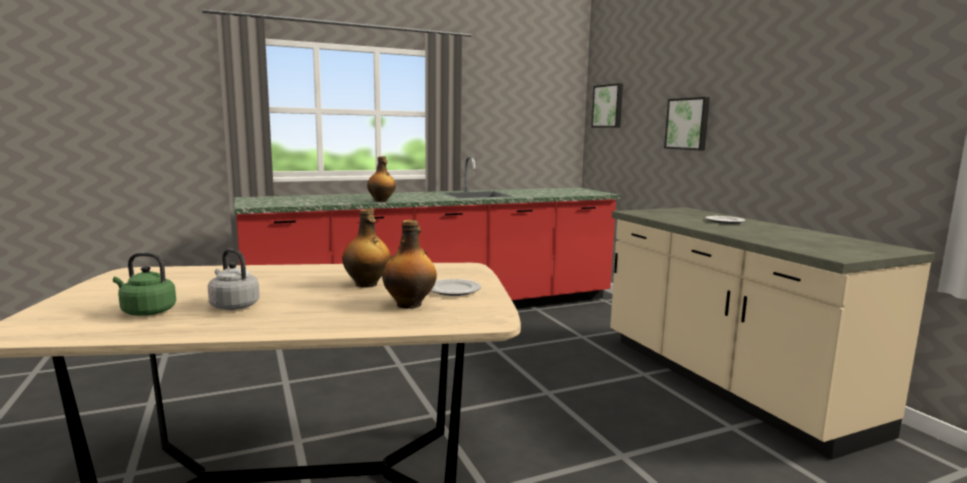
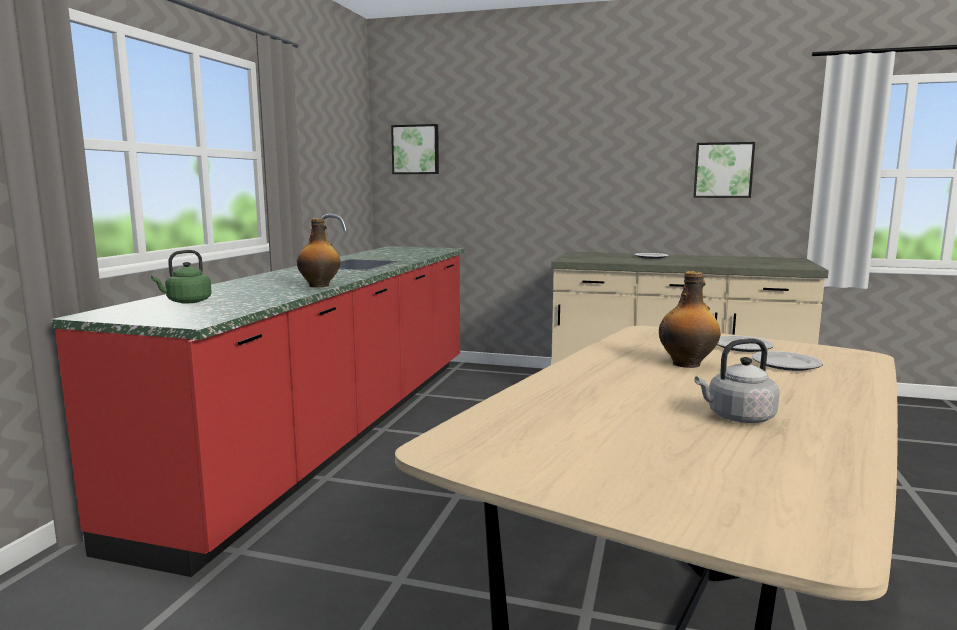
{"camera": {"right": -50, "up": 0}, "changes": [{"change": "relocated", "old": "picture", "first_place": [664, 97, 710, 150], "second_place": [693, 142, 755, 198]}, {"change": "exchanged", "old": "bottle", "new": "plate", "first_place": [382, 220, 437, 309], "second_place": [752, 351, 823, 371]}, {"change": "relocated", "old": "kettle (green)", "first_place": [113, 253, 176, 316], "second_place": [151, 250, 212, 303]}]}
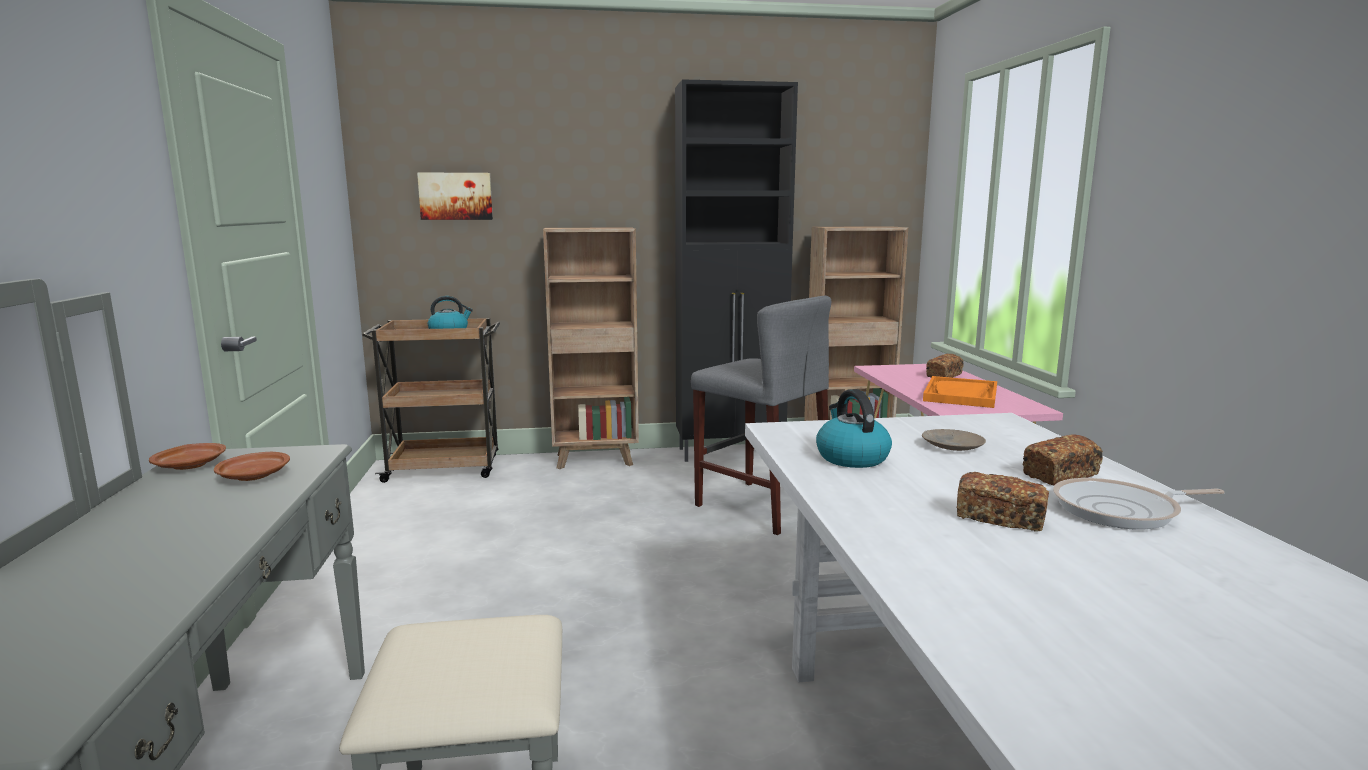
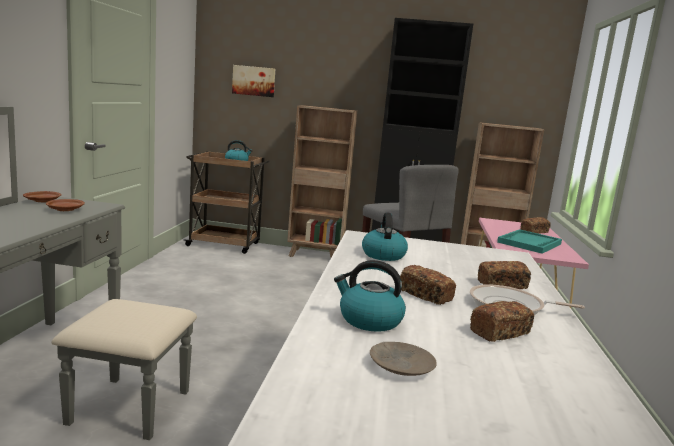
{"camera": {"right": 15, "up": 0}, "changes": [{"change": "colour", "old": "tray (orange)", "new": "tray (turquoise)", "first_place": [923, 376, 997, 408], "second_place": [497, 229, 562, 254]}, {"change": "relocated", "old": "plate (beige)", "first_place": [922, 429, 986, 451], "second_place": [370, 342, 437, 376]}, {"change": "appeared", "new": "kettle", "second_place": [334, 260, 406, 332]}, {"change": "appeared", "new": "bread", "second_place": [470, 301, 534, 342]}]}
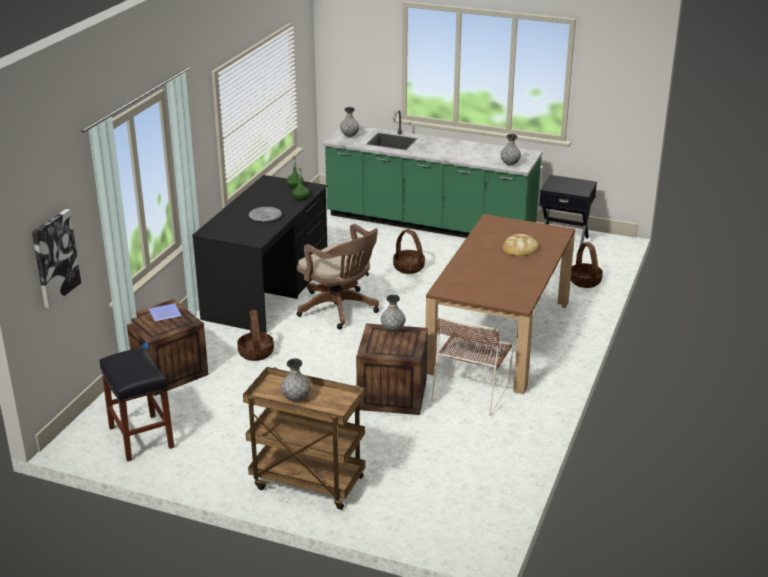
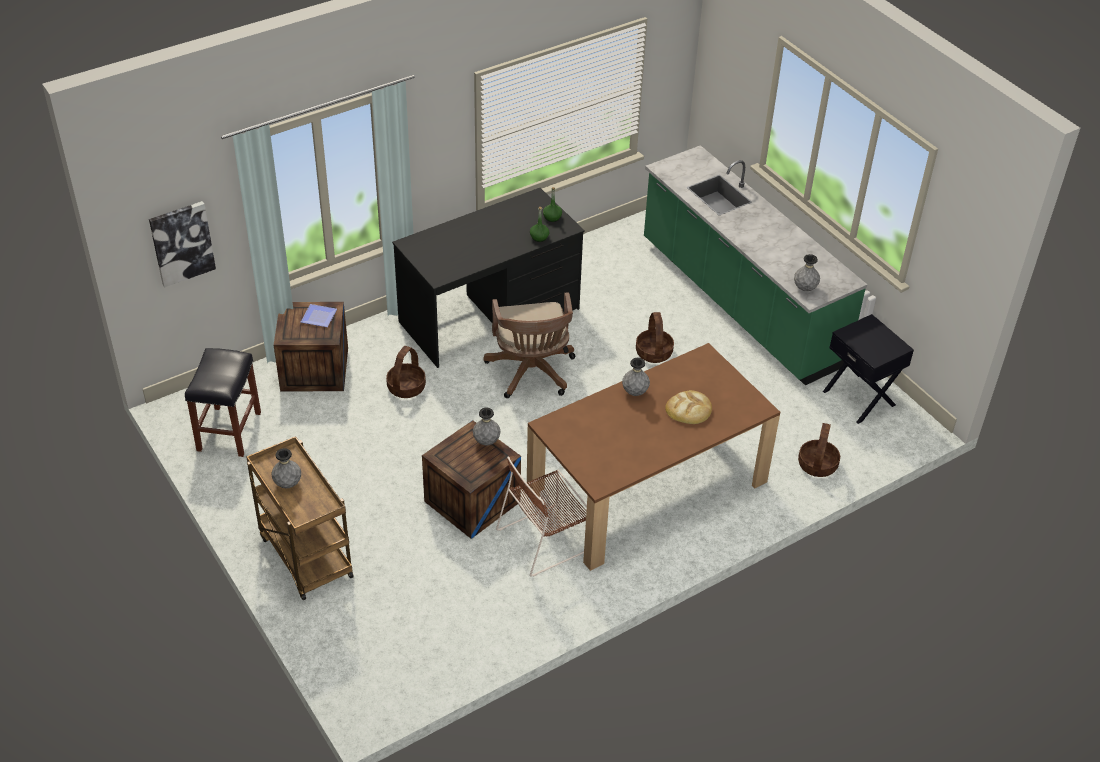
{"camera": {"right": 35, "up": 15}, "changes": [{"change": "relocated", "old": "vase (grey)", "first_place": [340, 107, 360, 137], "second_place": [622, 358, 650, 396]}, {"change": "missing", "old": "plate (grey)", "first_place": [249, 207, 282, 221]}]}
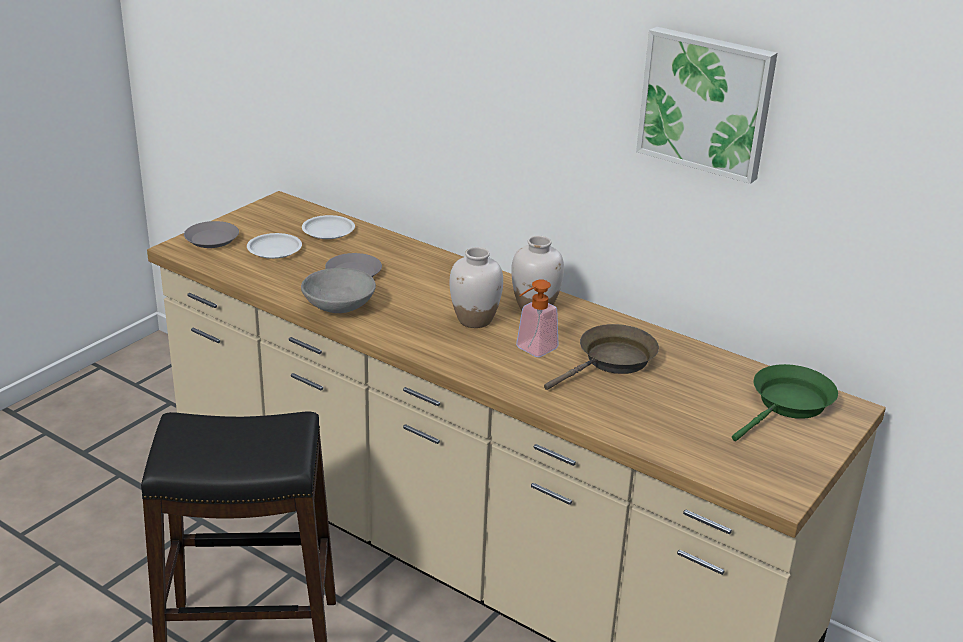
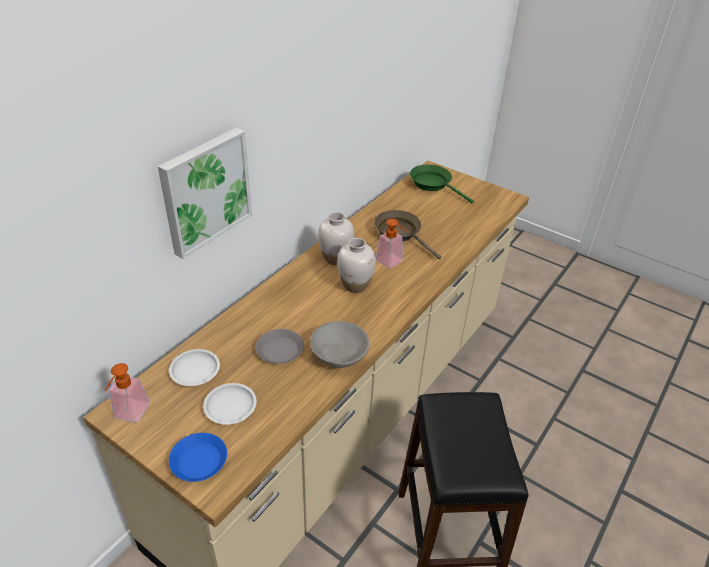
{"camera": {"right": -90, "up": 10}, "changes": [{"change": "relocated", "old": "picture", "first_place": [636, 27, 777, 184], "second_place": [158, 128, 252, 259]}, {"change": "colour", "old": "plate (grey)", "new": "plate (blue)", "first_place": [184, 221, 239, 248], "second_place": [169, 433, 227, 482]}, {"change": "appeared", "new": "soap dispenser", "second_place": [105, 363, 149, 422]}]}
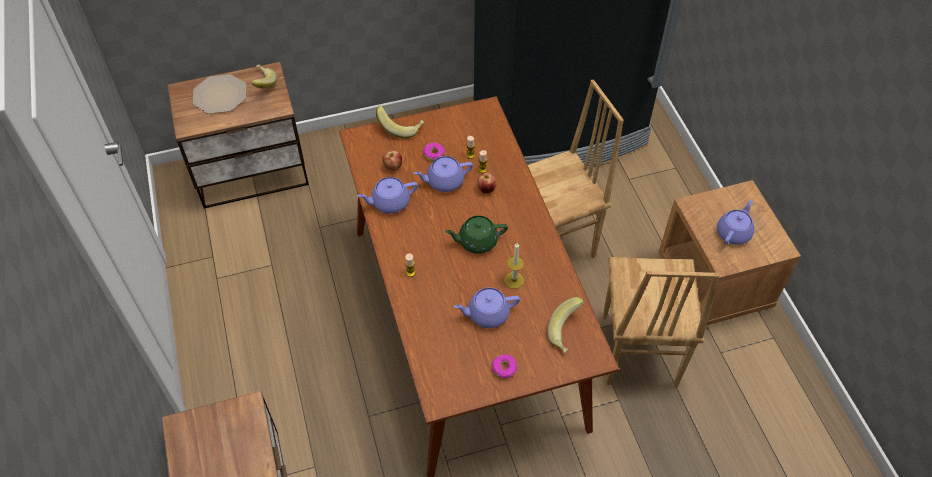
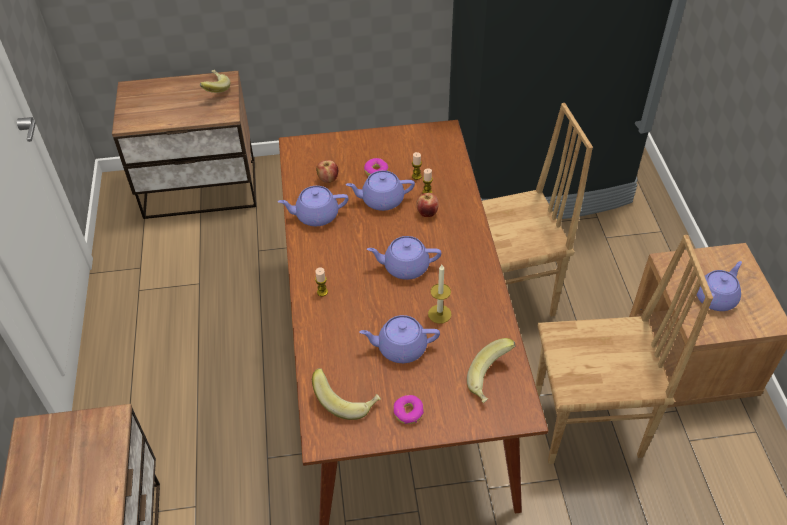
{"camera": {"right": 10, "up": -5}, "changes": [{"change": "missing", "old": "plate", "first_place": [193, 74, 246, 114]}, {"change": "relocated", "old": "banana", "first_place": [376, 106, 424, 139], "second_place": [312, 368, 381, 420]}, {"change": "colour", "old": "teapot (green)", "new": "teapot (purple)", "first_place": [445, 215, 508, 254], "second_place": [367, 236, 441, 280]}, {"change": "spun", "old": "chair (brown)", "first_place": [602, 257, 720, 387], "second_place": [535, 235, 713, 464], "degrees": -105}]}
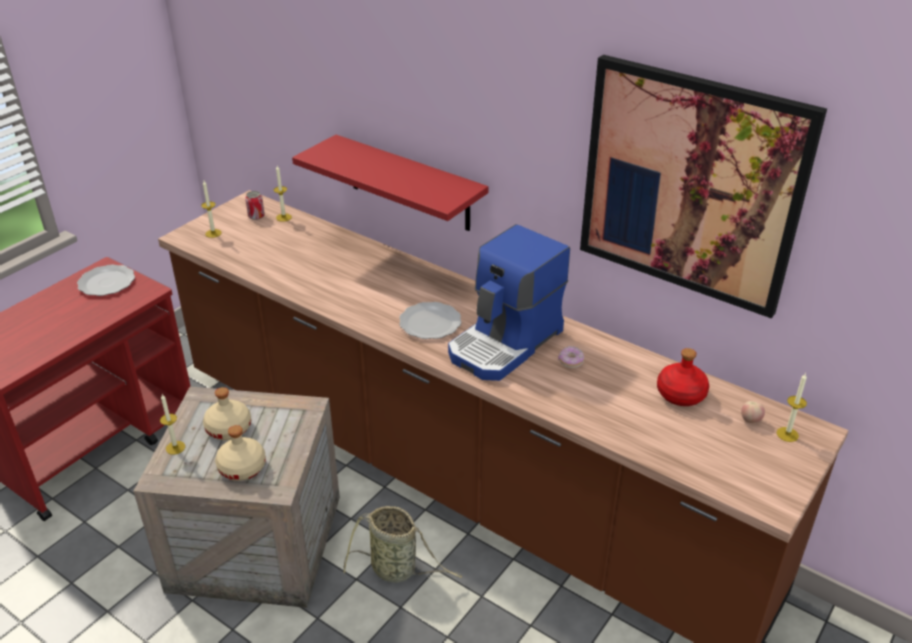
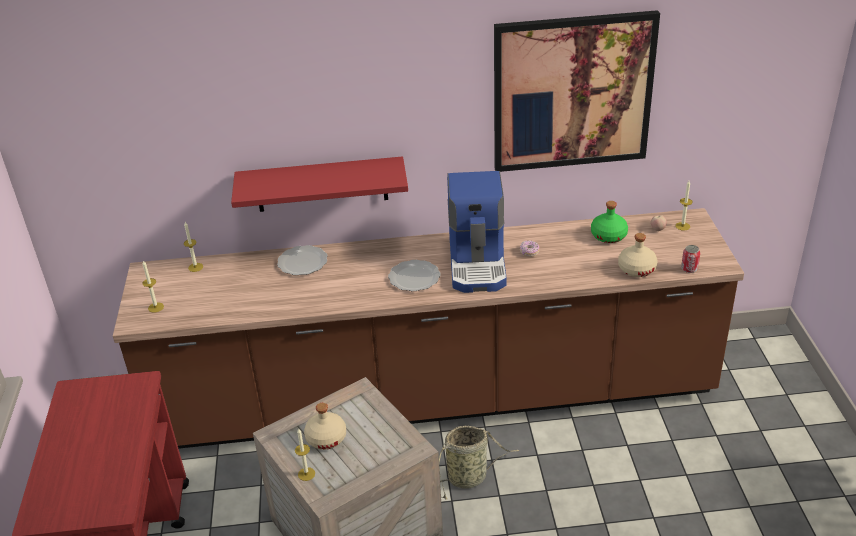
{"camera": {"right": -40, "up": 0}, "changes": [{"change": "relocated", "old": "can", "first_place": [245, 191, 265, 220], "second_place": [681, 245, 700, 273]}, {"change": "relocated", "old": "plate", "first_place": [77, 264, 135, 296], "second_place": [277, 245, 328, 275]}, {"change": "colour", "old": "bottle (red)", "new": "bottle (green)", "first_place": [657, 348, 709, 406], "second_place": [591, 201, 628, 243]}, {"change": "relocated", "old": "bottle (beige)", "first_place": [215, 425, 266, 481], "second_place": [618, 233, 658, 277]}]}
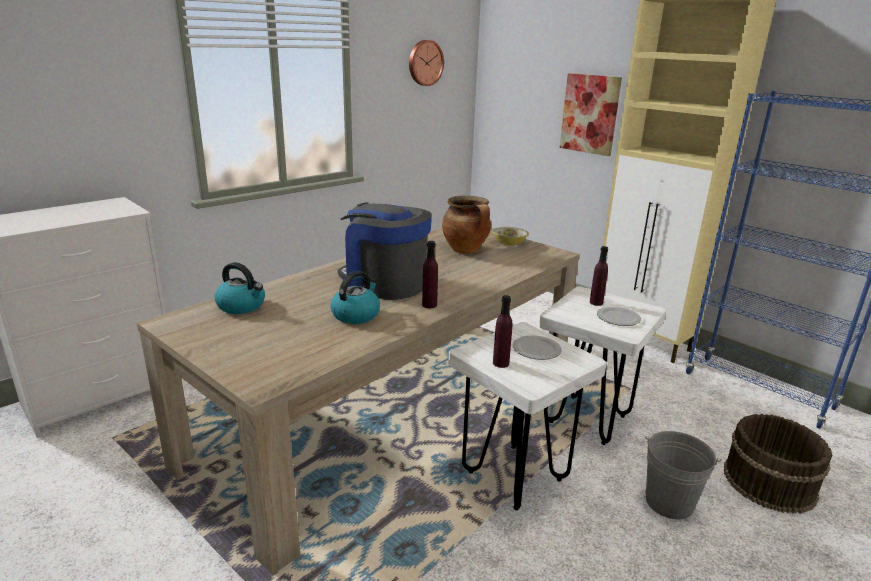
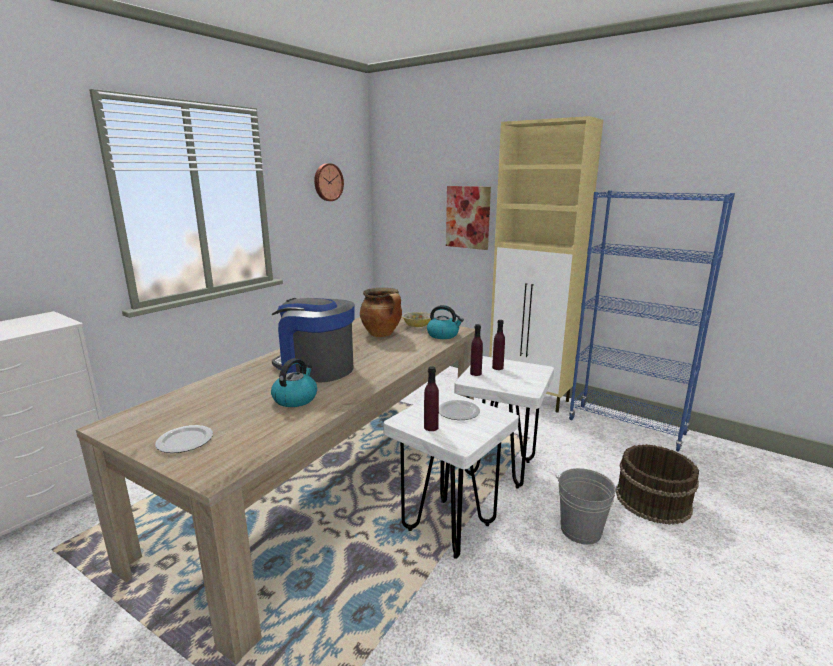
{"camera": {"right": -10, "up": -5}, "changes": [{"change": "relocated", "old": "bottle (purple)", "first_place": [422, 241, 438, 308], "second_place": [470, 324, 483, 376]}, {"change": "relocated", "old": "kettle", "first_place": [214, 262, 265, 314], "second_place": [427, 305, 464, 339]}, {"change": "relocated", "old": "plate", "first_place": [597, 306, 641, 326], "second_place": [155, 425, 213, 453]}]}
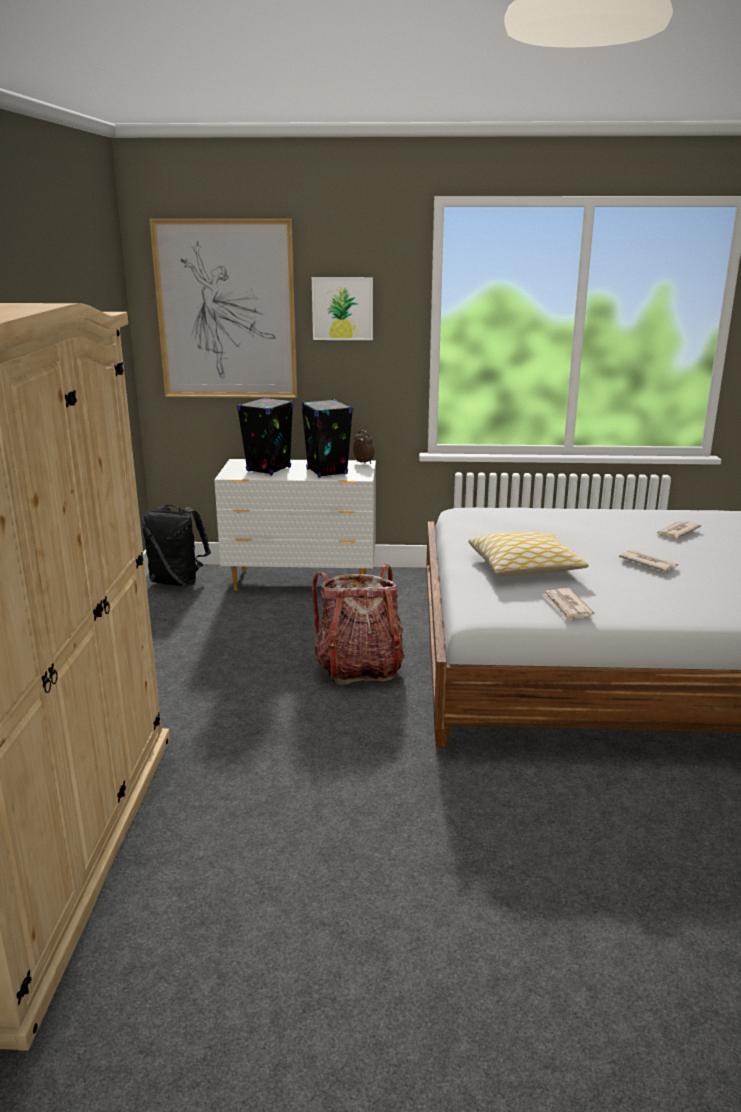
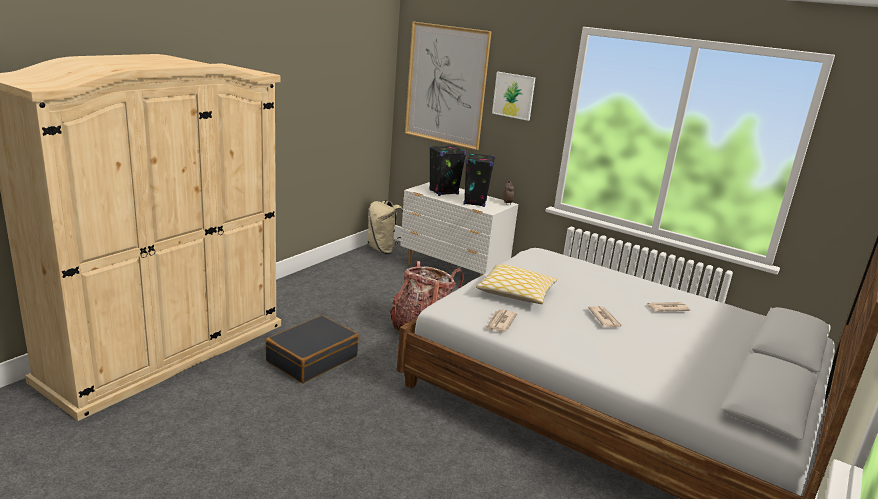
{"camera": {"right": 30, "up": 0}, "changes": [{"change": "colour", "old": "backpack (black)", "new": "backpack (beige)", "first_place": [142, 505, 211, 586], "second_place": [368, 200, 403, 254]}, {"change": "appeared", "new": "suitcase (black)", "second_place": [265, 315, 359, 383]}]}
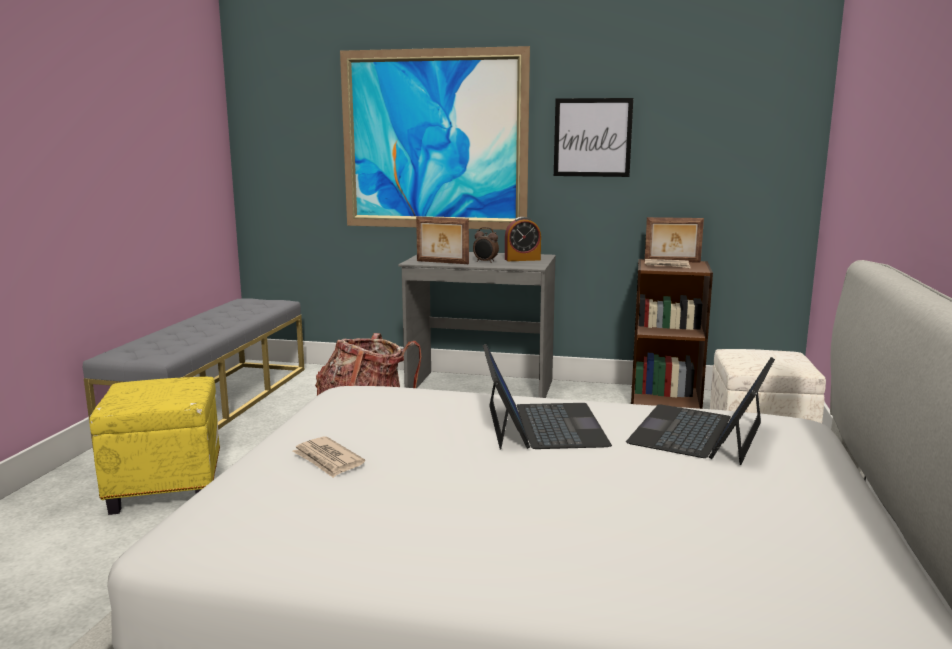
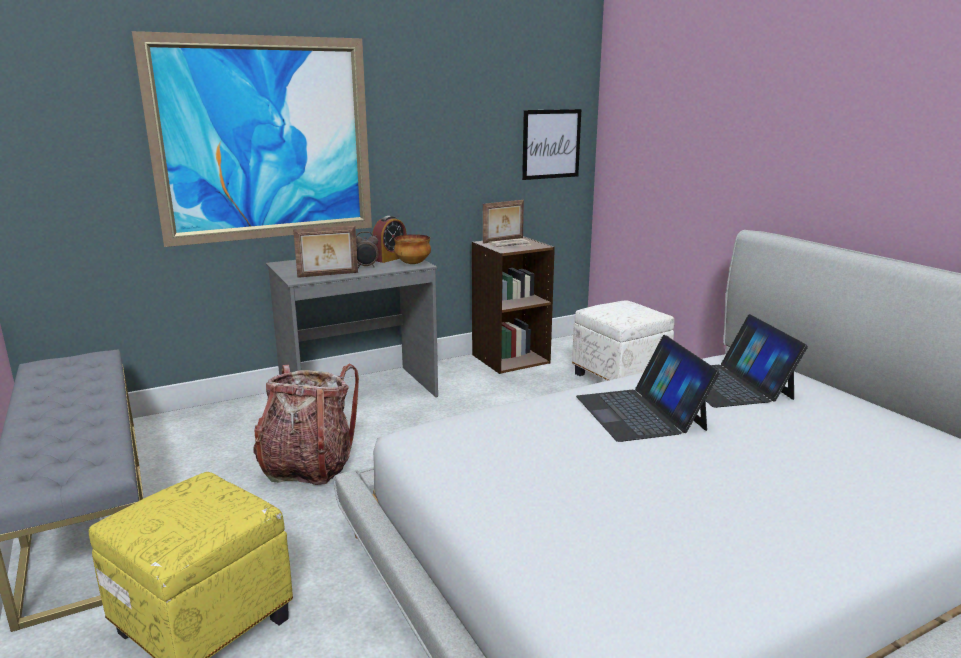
{"camera": {"right": -40, "up": 5}, "changes": [{"change": "relocated", "old": "picture", "first_place": [554, 98, 633, 177], "second_place": [522, 109, 581, 180]}, {"change": "spun", "old": "laptop", "first_place": [483, 344, 612, 450], "second_place": [576, 335, 720, 442], "degrees": -150}, {"change": "missing", "old": "newspaper", "first_place": [292, 436, 365, 478]}, {"change": "appeared", "new": "bowl", "second_place": [394, 234, 431, 264]}]}
